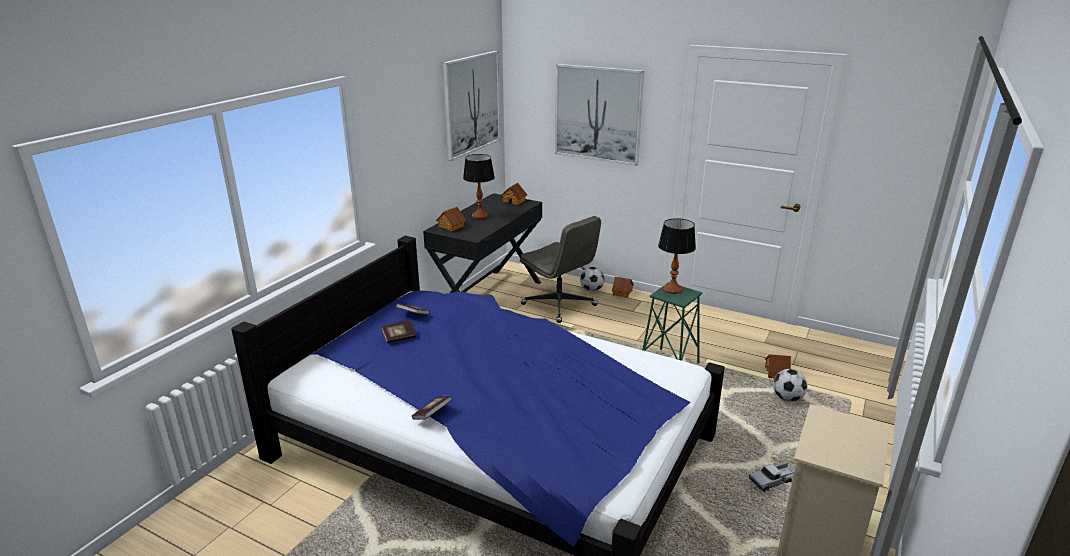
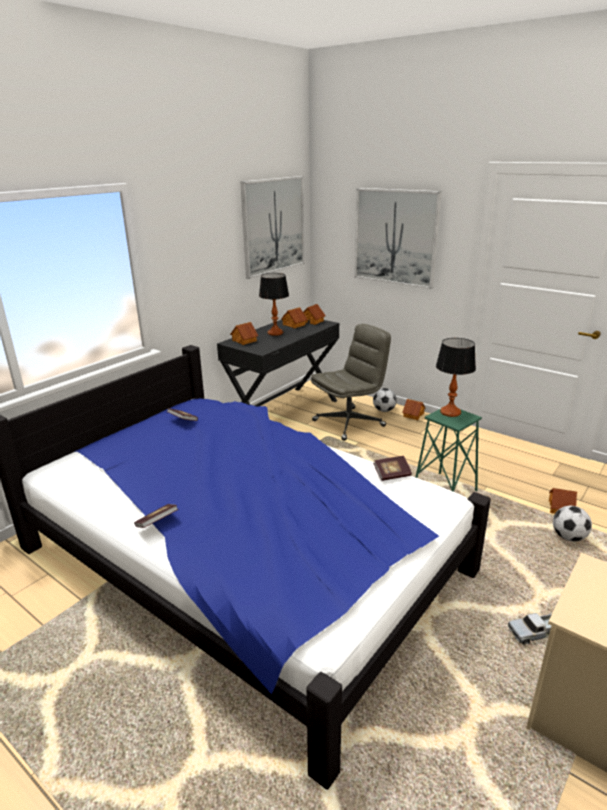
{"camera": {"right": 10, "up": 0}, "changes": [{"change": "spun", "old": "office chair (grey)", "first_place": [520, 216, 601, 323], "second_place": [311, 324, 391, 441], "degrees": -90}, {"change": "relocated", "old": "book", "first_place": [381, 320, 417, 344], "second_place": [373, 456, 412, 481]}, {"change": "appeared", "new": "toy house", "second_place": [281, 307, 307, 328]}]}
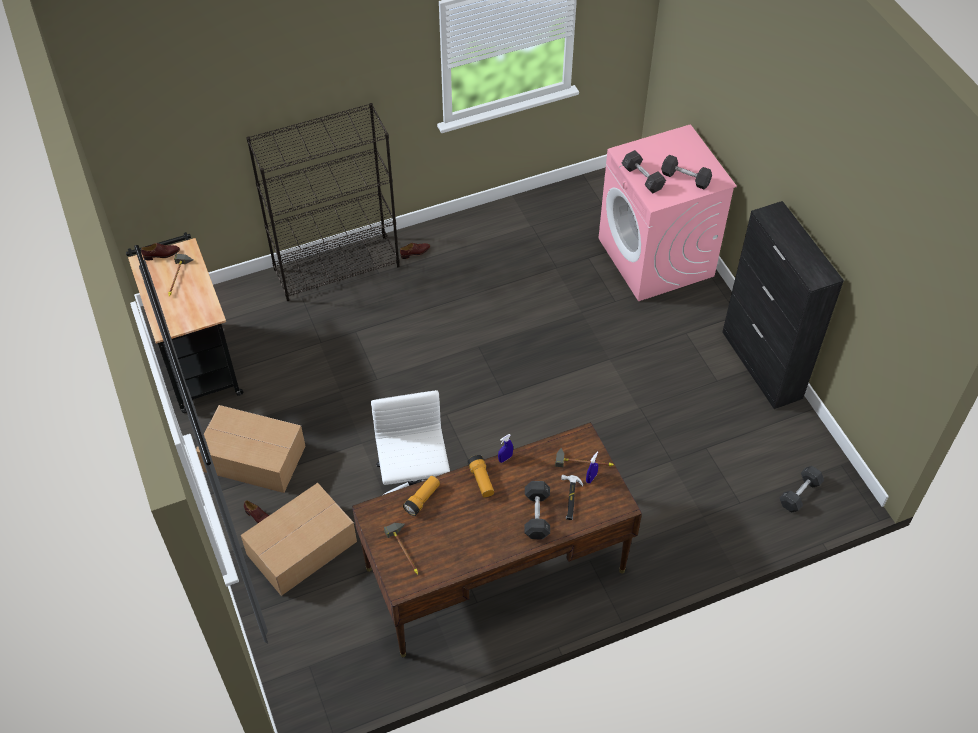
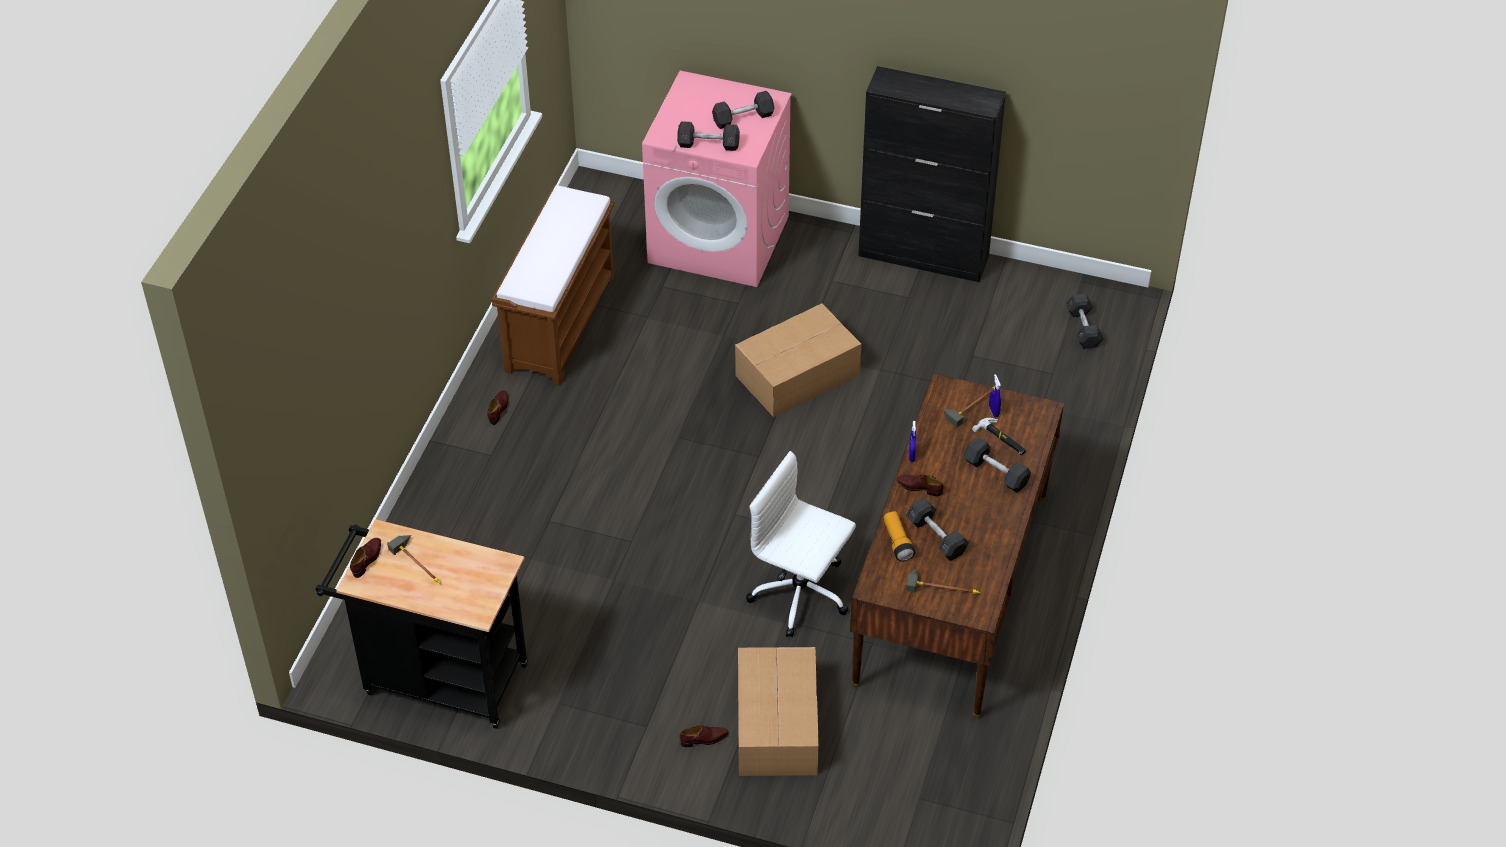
{"camera": {"right": -50, "up": -5}, "changes": [{"change": "missing", "old": "bookcase (black)", "first_place": [247, 103, 400, 301]}, {"change": "relocated", "old": "cardboard box", "first_place": [196, 405, 305, 493], "second_place": [735, 303, 861, 417]}, {"change": "exchanged", "old": "flashlight", "new": "shoe (brown)", "first_place": [467, 455, 494, 498], "second_place": [896, 475, 944, 496]}, {"change": "appeared", "new": "bench (brown)", "second_place": [492, 185, 615, 385]}, {"change": "appeared", "new": "dumbbell (grey)", "second_place": [906, 498, 969, 561]}]}
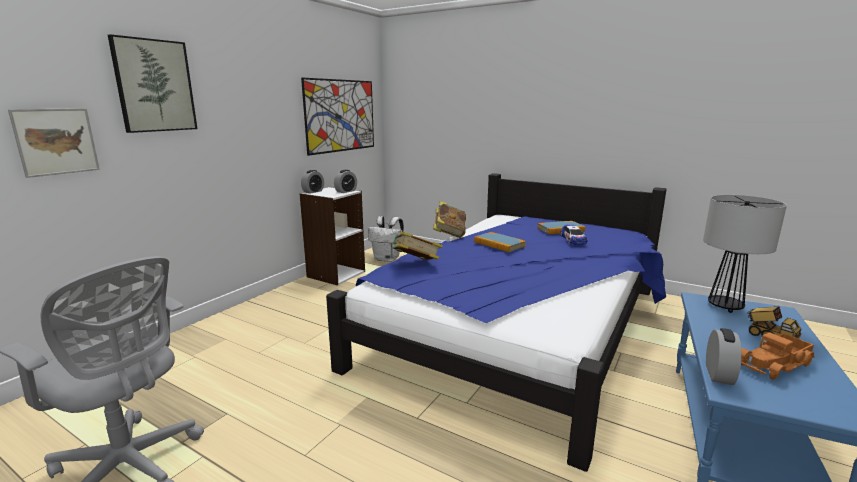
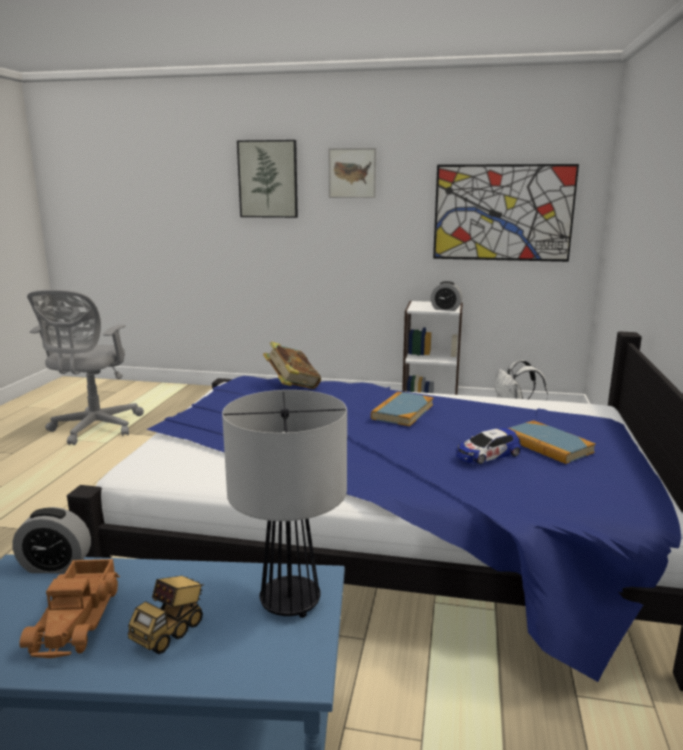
{"camera": {"right": 70, "up": 0}, "changes": [{"change": "relocated", "old": "picture", "first_place": [8, 108, 100, 178], "second_place": [329, 148, 376, 198]}, {"change": "missing", "old": "alarm clock", "first_place": [301, 170, 324, 194]}, {"change": "missing", "old": "book", "first_place": [433, 201, 466, 238]}, {"change": "spun", "old": "toy truck", "first_place": [741, 332, 815, 379], "second_place": [19, 559, 120, 658], "degrees": -135}]}
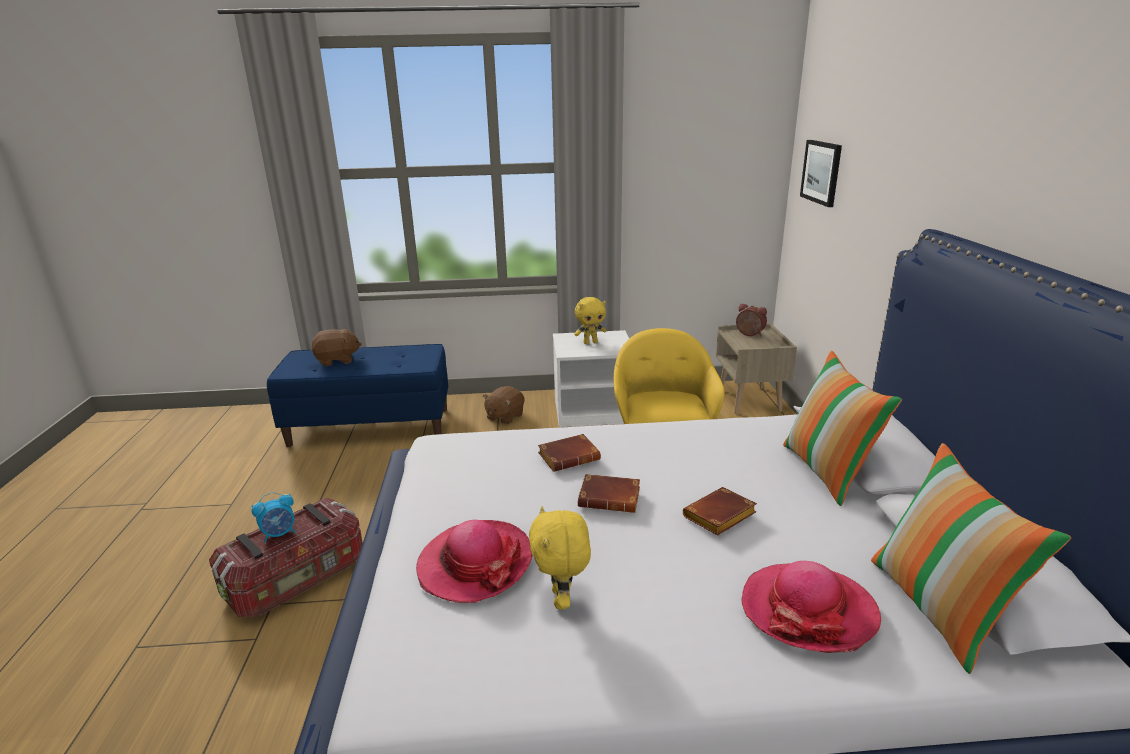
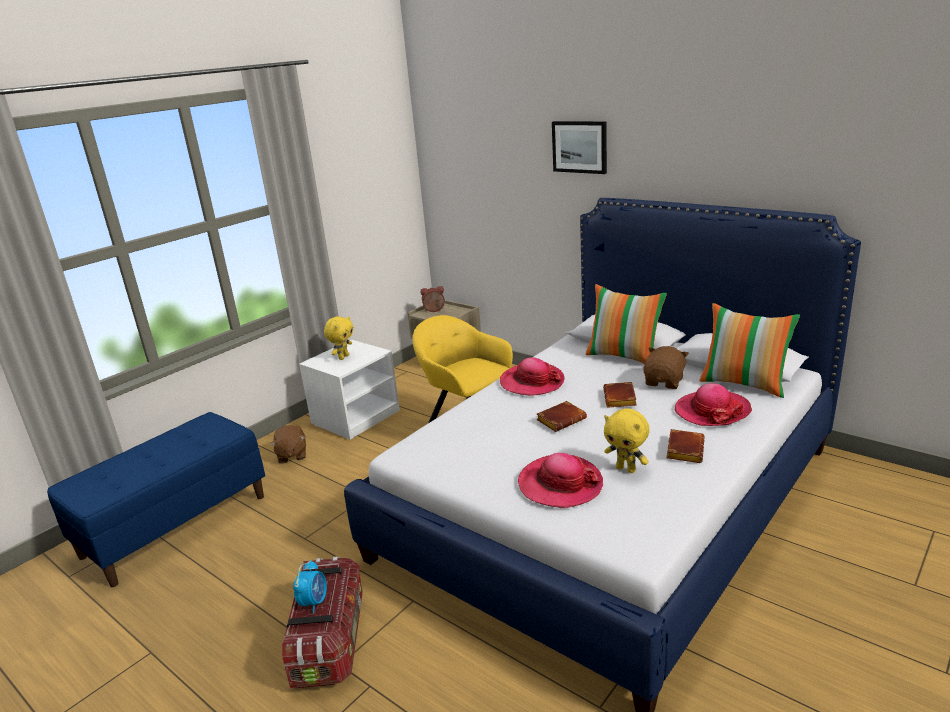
{"camera": {"right": -45, "up": 0}, "changes": [{"change": "relocated", "old": "picture", "first_place": [800, 140, 842, 207], "second_place": [552, 121, 607, 174]}, {"change": "relocated", "old": "plush toy (brown)", "first_place": [311, 328, 362, 366], "second_place": [643, 346, 689, 389]}, {"change": "relocated", "old": "book (brown)", "first_place": [538, 434, 601, 472], "second_place": [666, 429, 704, 463]}, {"change": "appeared", "new": "hat", "second_place": [500, 358, 565, 396]}]}
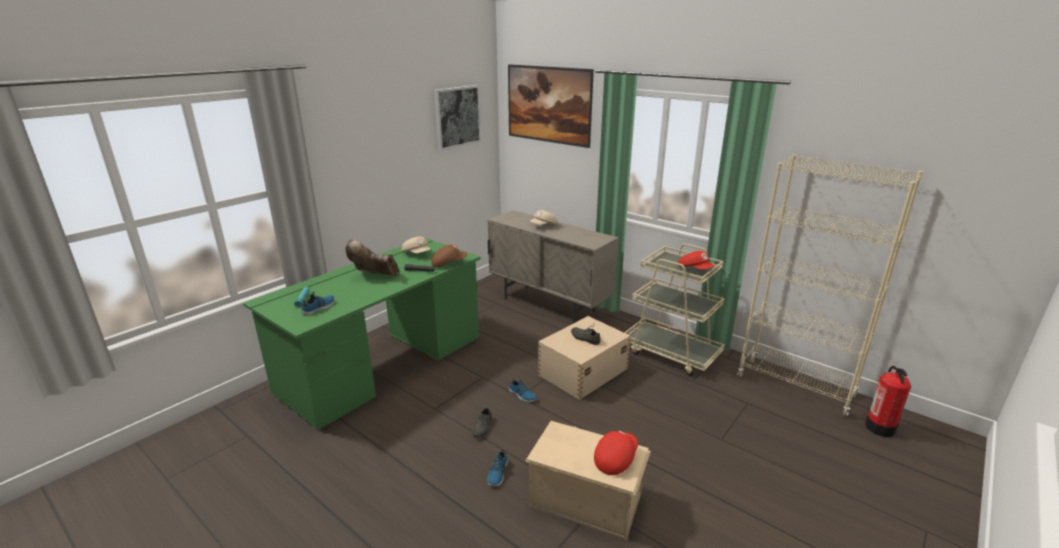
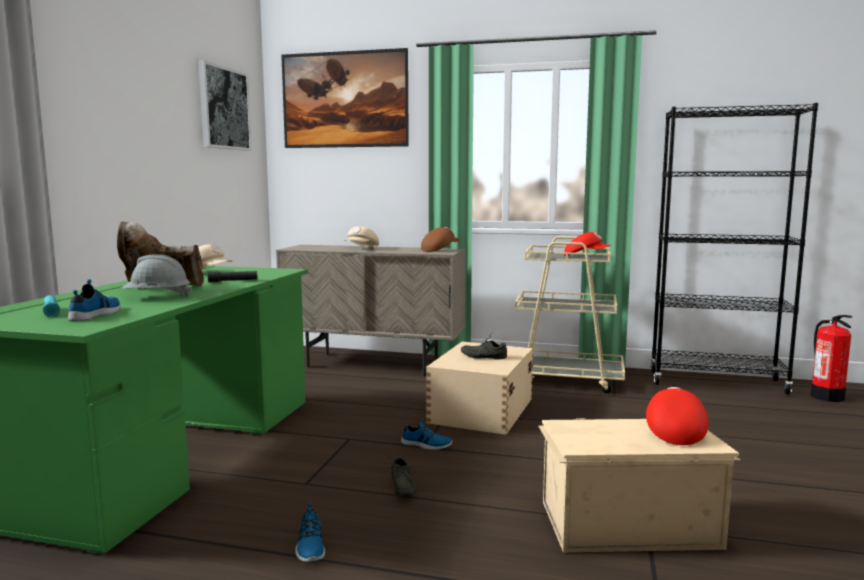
{"camera": {"right": -25, "up": -15}, "changes": [{"change": "colour", "old": "bookcase (beige)", "new": "bookcase (black)", "first_place": [737, 154, 923, 416], "second_place": [650, 103, 818, 394]}, {"change": "relocated", "old": "cap (brown)", "first_place": [432, 245, 467, 267], "second_place": [421, 227, 460, 252]}, {"change": "relocated", "old": "shoe", "first_place": [488, 448, 508, 487], "second_place": [295, 503, 325, 562]}, {"change": "appeared", "new": "hard hat (grey)", "second_place": [122, 254, 192, 297]}]}
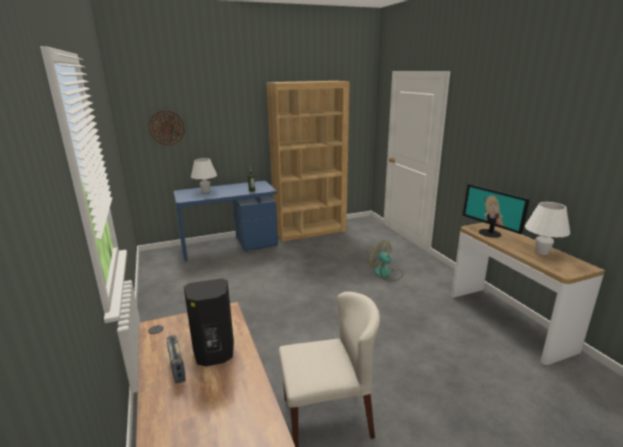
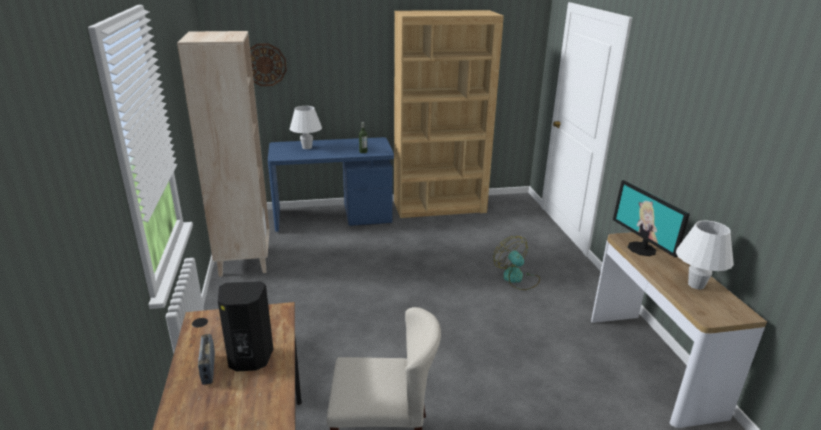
{"camera": {"right": 10, "up": 5}, "changes": [{"change": "appeared", "new": "bookcase (beige)", "second_place": [177, 31, 270, 277]}]}
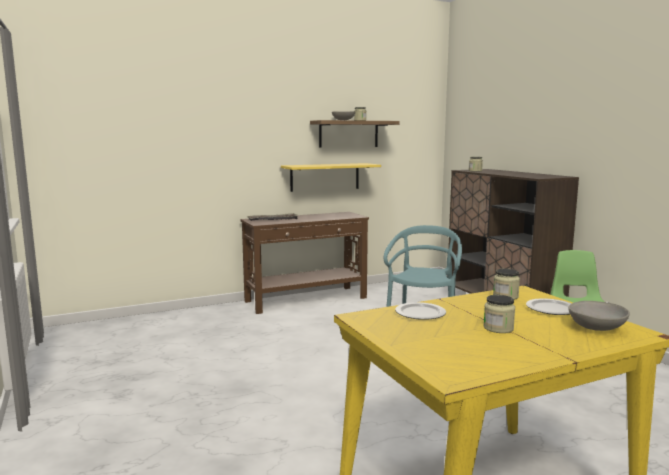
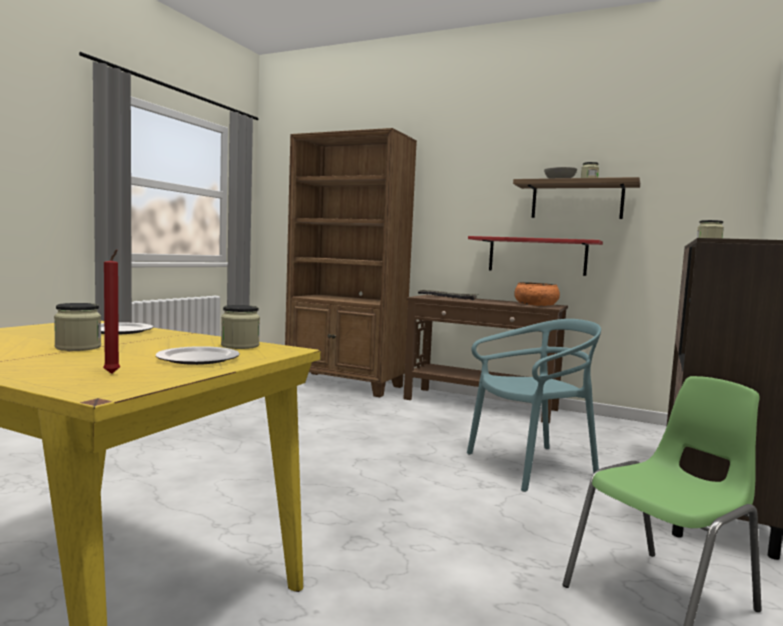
{"camera": {"right": 50, "up": -5}, "changes": [{"change": "colour", "old": "shelf (yellow)", "new": "shelf (red)", "first_place": [281, 163, 381, 192], "second_place": [468, 236, 603, 276]}, {"change": "exchanged", "old": "bowl (grey)", "new": "candle (red)", "first_place": [568, 301, 630, 331], "second_place": [103, 249, 120, 374]}, {"change": "appeared", "new": "bookcase (brown)", "second_place": [285, 128, 417, 397]}, {"change": "appeared", "new": "bowl (orange)", "second_place": [514, 282, 560, 306]}]}
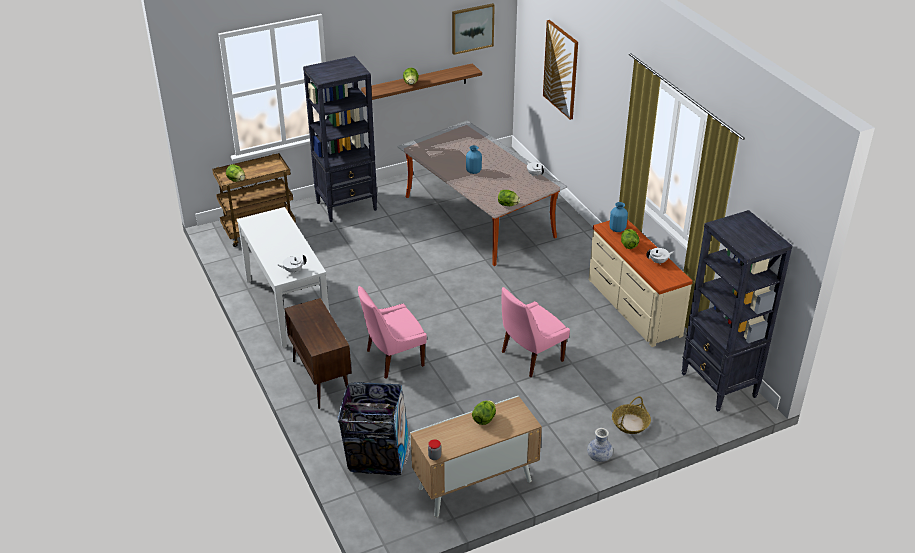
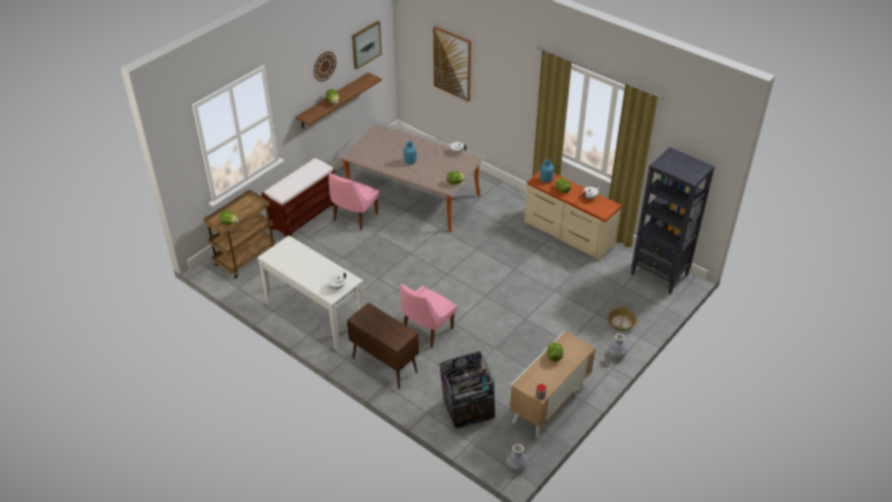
{"camera": {"right": -25, "up": 5}, "changes": [{"change": "exchanged", "old": "bookcase (black)", "new": "bench (brown)", "first_place": [303, 56, 377, 222], "second_place": [262, 158, 336, 238]}, {"change": "relocated", "old": "chair (pink)", "first_place": [502, 287, 570, 377], "second_place": [329, 173, 379, 231]}, {"change": "appeared", "new": "wall clock", "second_place": [314, 51, 336, 82]}, {"change": "appeared", "new": "vase", "second_place": [507, 444, 528, 471]}]}
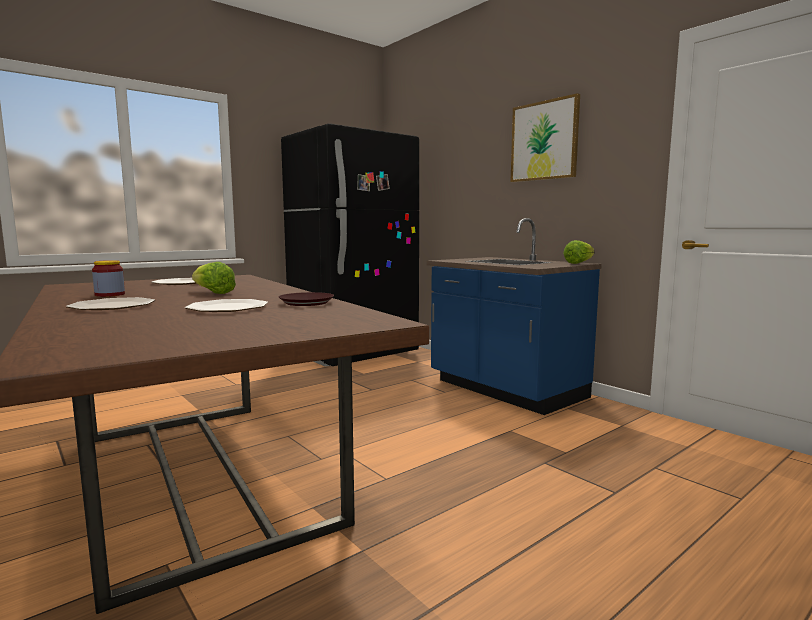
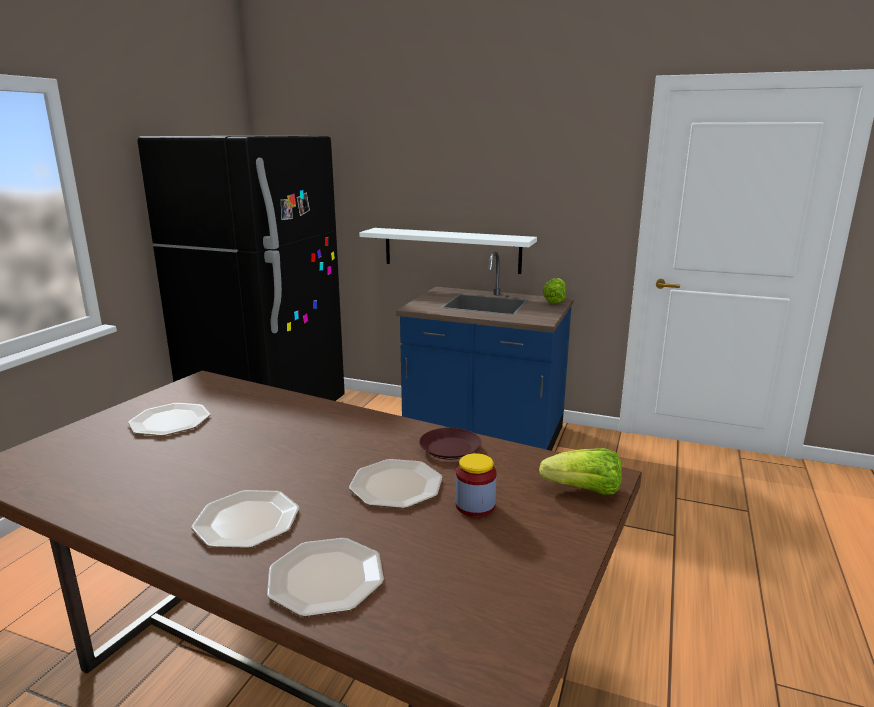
{"camera": {"right": -30, "up": 10}, "changes": [{"change": "missing", "old": "picture", "first_place": [510, 93, 580, 182]}, {"change": "relocated", "old": "jar", "first_place": [92, 260, 125, 297], "second_place": [456, 453, 496, 517]}, {"change": "relocated", "old": "lettuce", "first_place": [192, 262, 236, 294], "second_place": [539, 448, 622, 495]}, {"change": "appeared", "new": "shelf (white)", "second_place": [359, 228, 537, 274]}, {"change": "appeared", "new": "plate", "second_place": [267, 538, 384, 617]}]}
